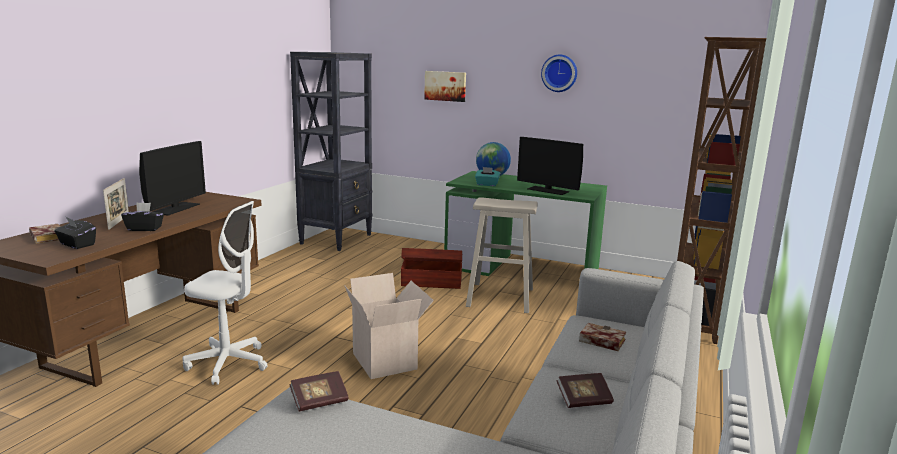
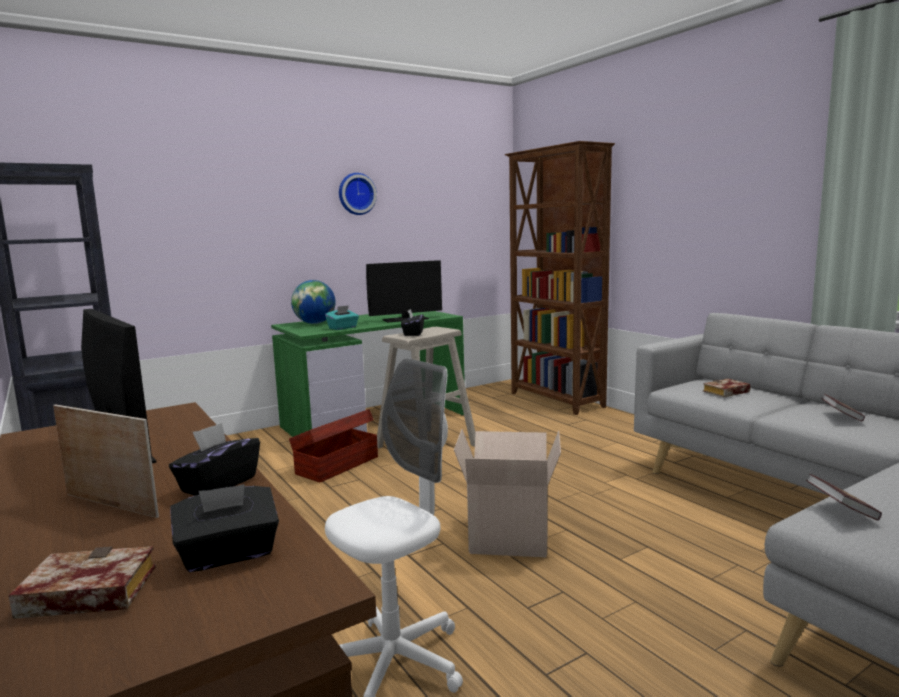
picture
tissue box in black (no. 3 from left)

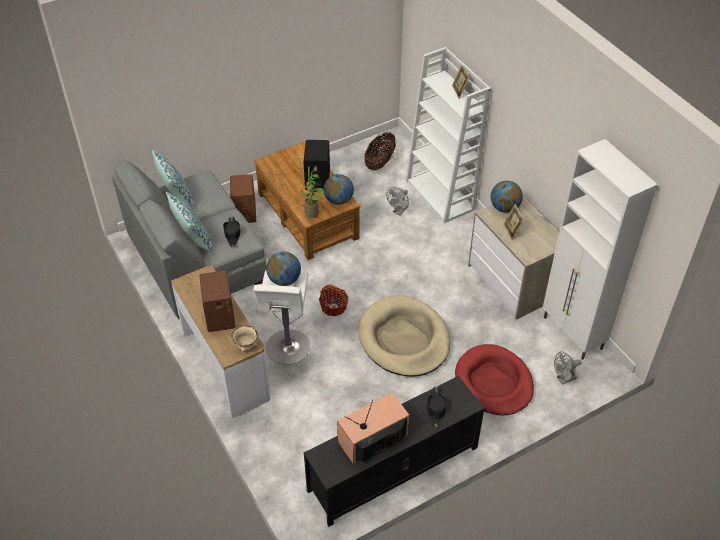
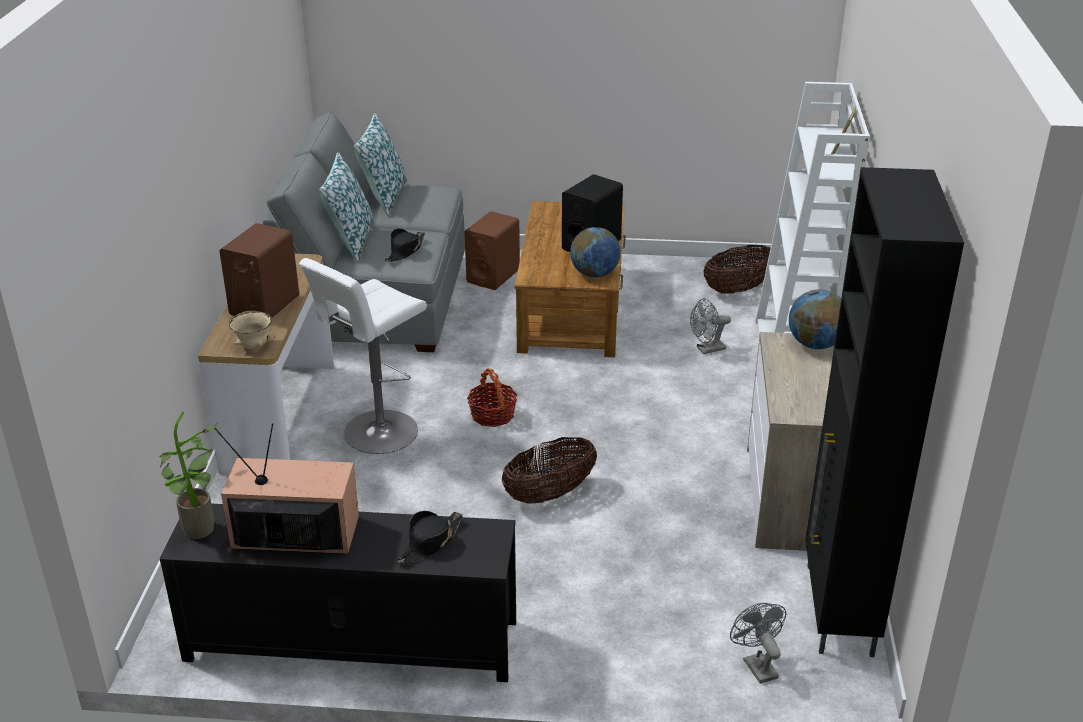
globe (no. 1 from left in the first image)
potted plant
basket (no. 2 from left)
dog bed in red
picture frame (no. 2 from left in the first image)
cabinet in black
fan in grey (no. 2 from left)

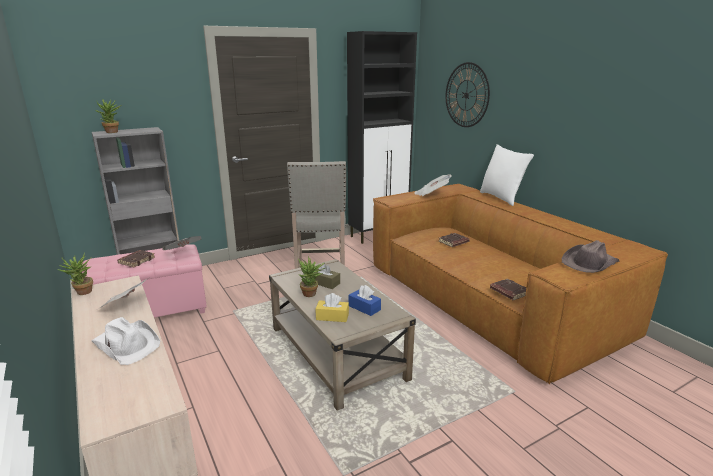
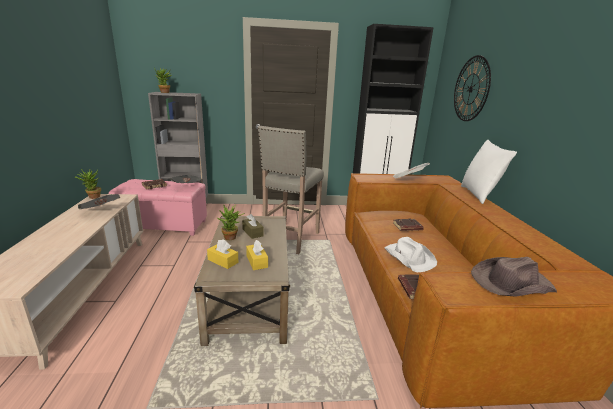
hat in white
tissue box in yellow (no. 2 from left)

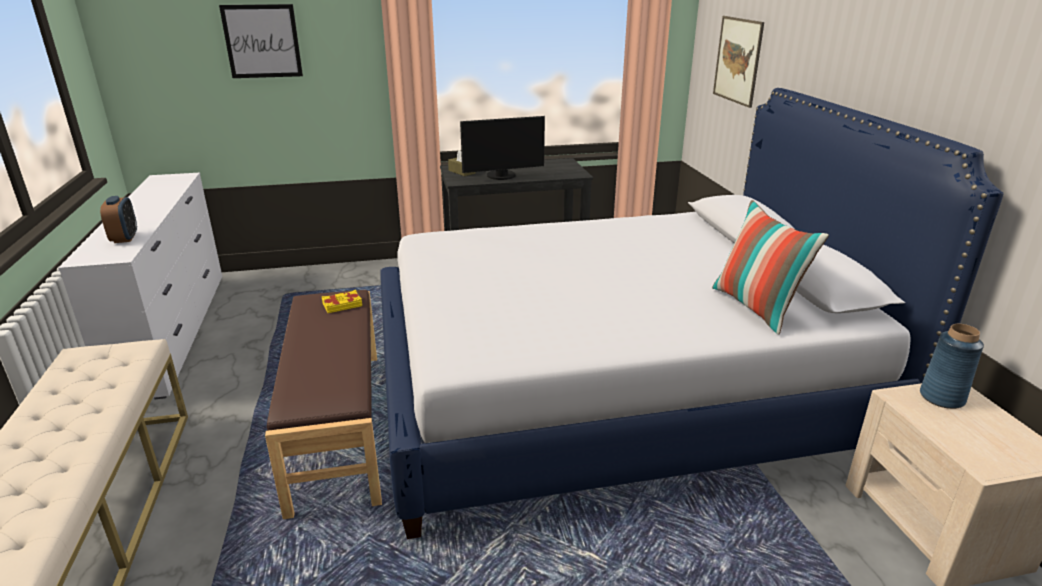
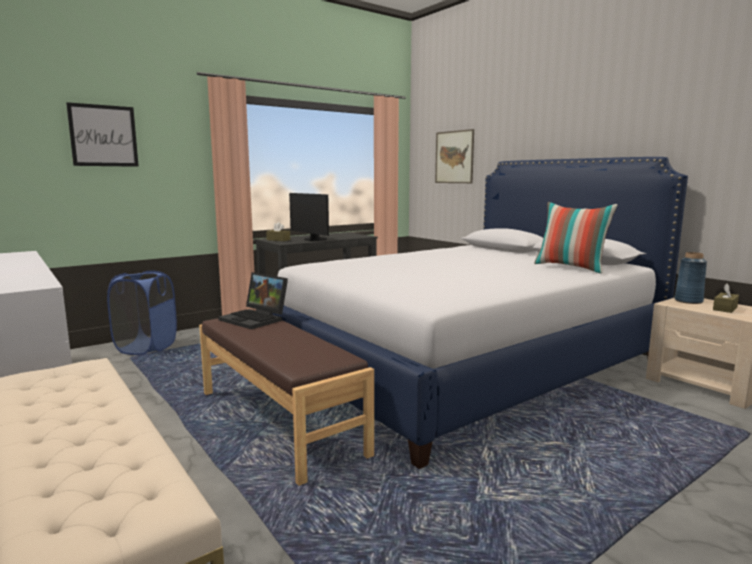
alarm clock
laptop
monitor
laundry basket in blue
tissue box in brown (no. 2 from left)

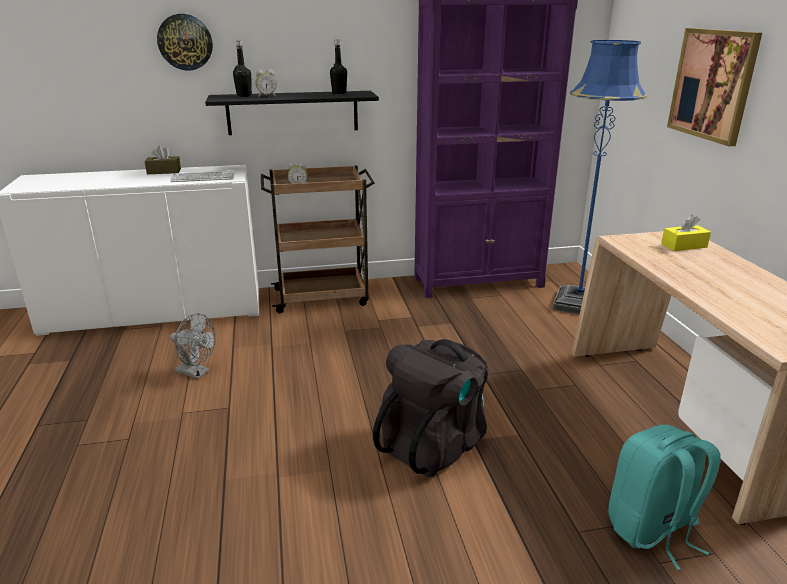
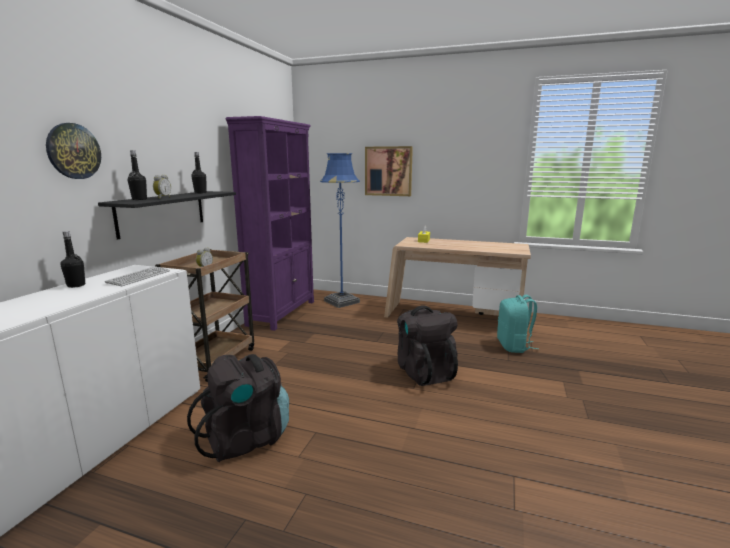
bottle in black (no. 1 from left)
backpack in black (no. 1 from left)

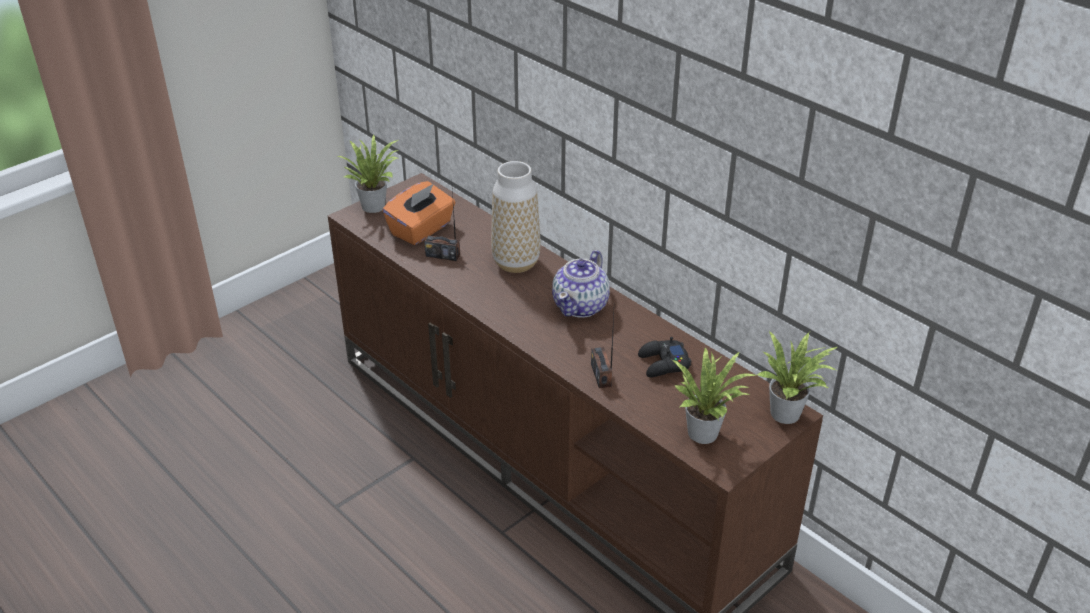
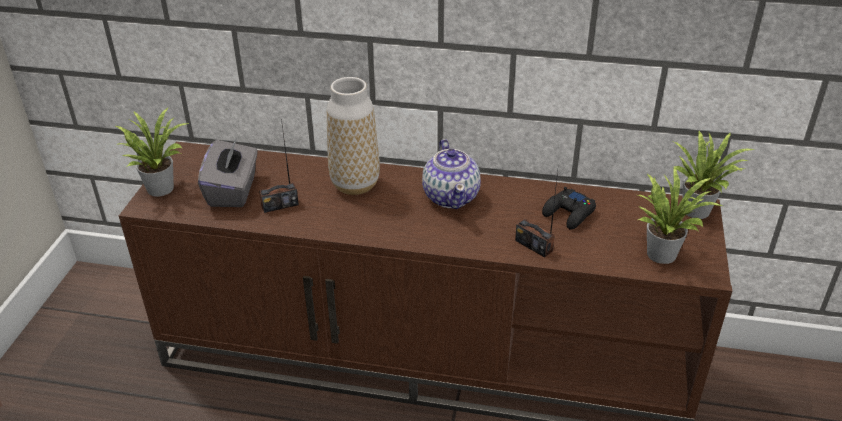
tissue box in grey

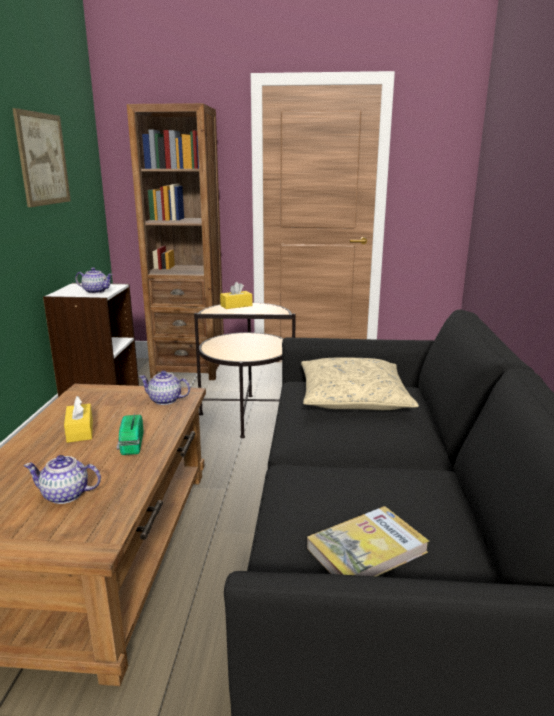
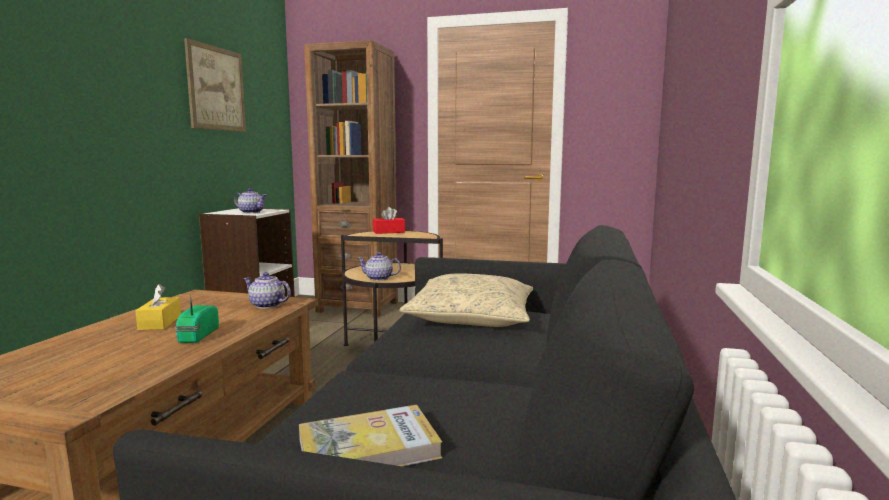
teapot (no. 3 from left)
tissue box in red

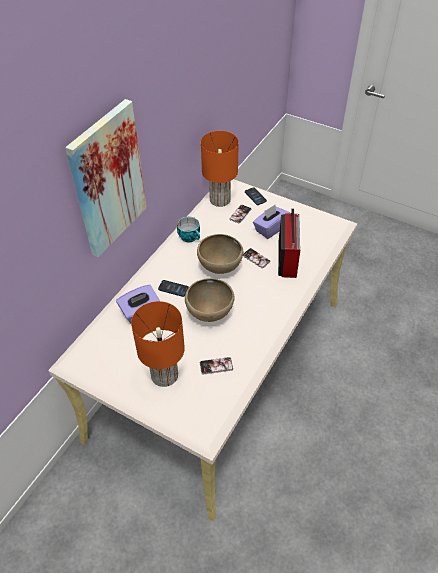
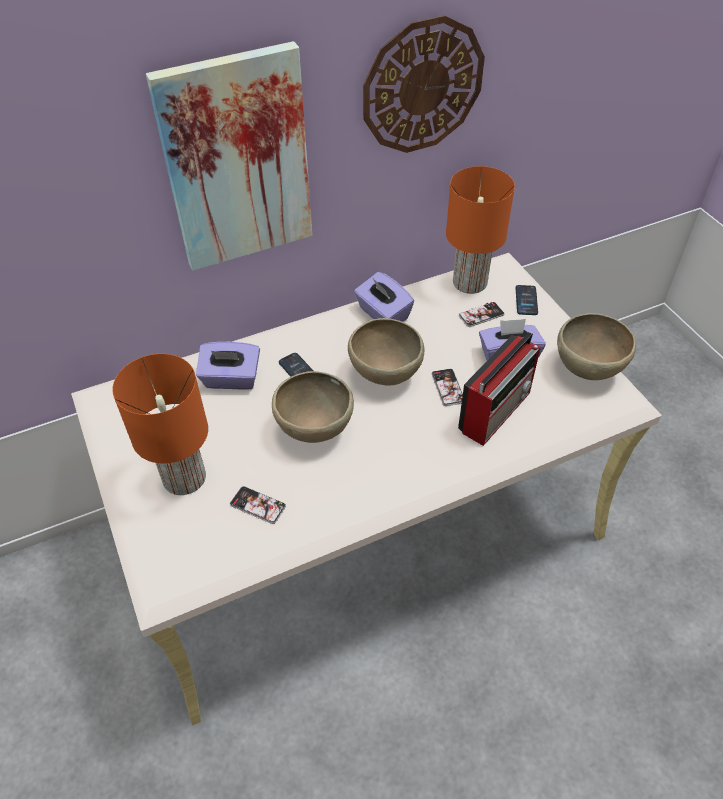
tissue box in purple (no. 2 from left)
wall clock
bowl in brown (no. 3 from left)

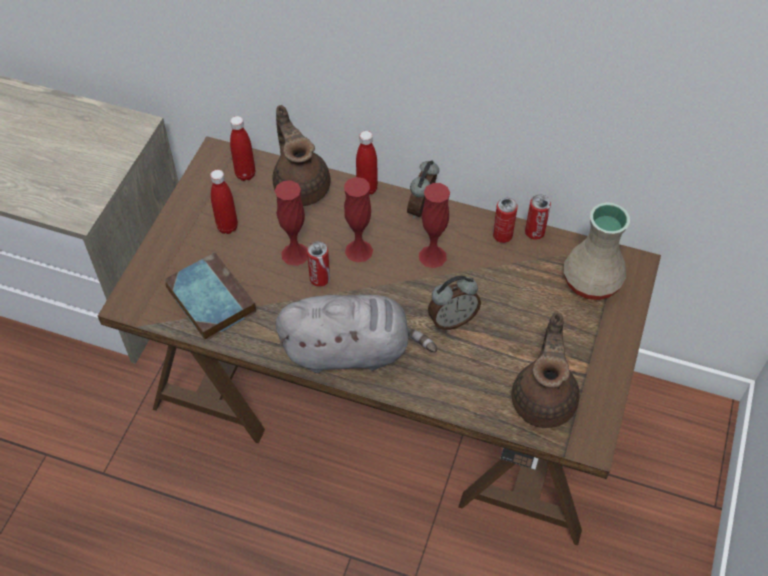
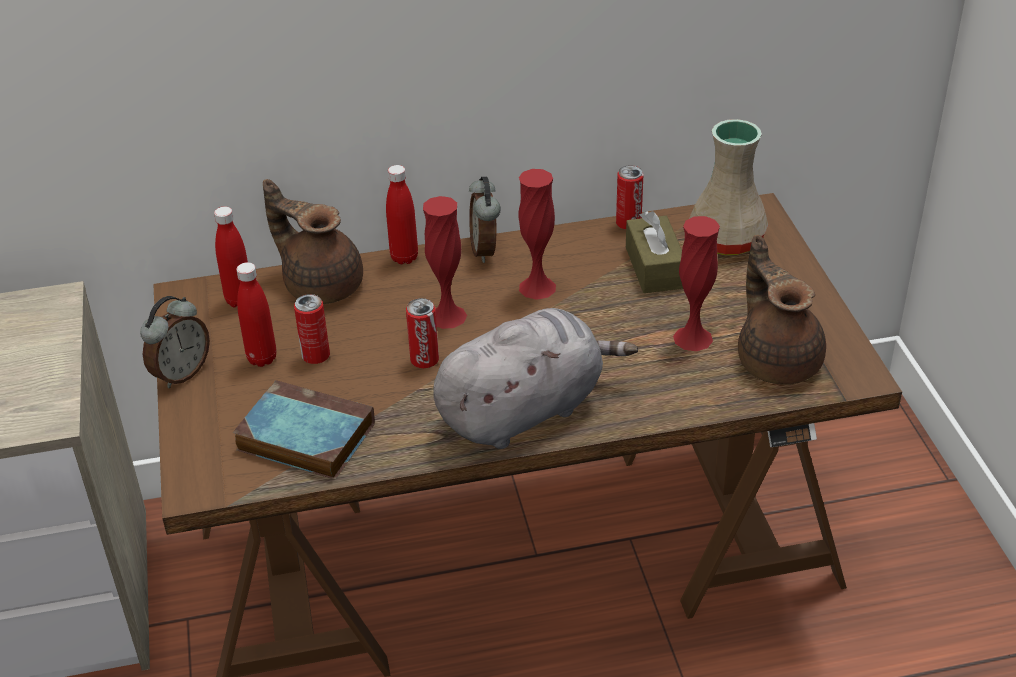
vase in red (no. 3 from left)
alarm clock (no. 1 from left)
can (no. 1 from left)
tissue box in brown

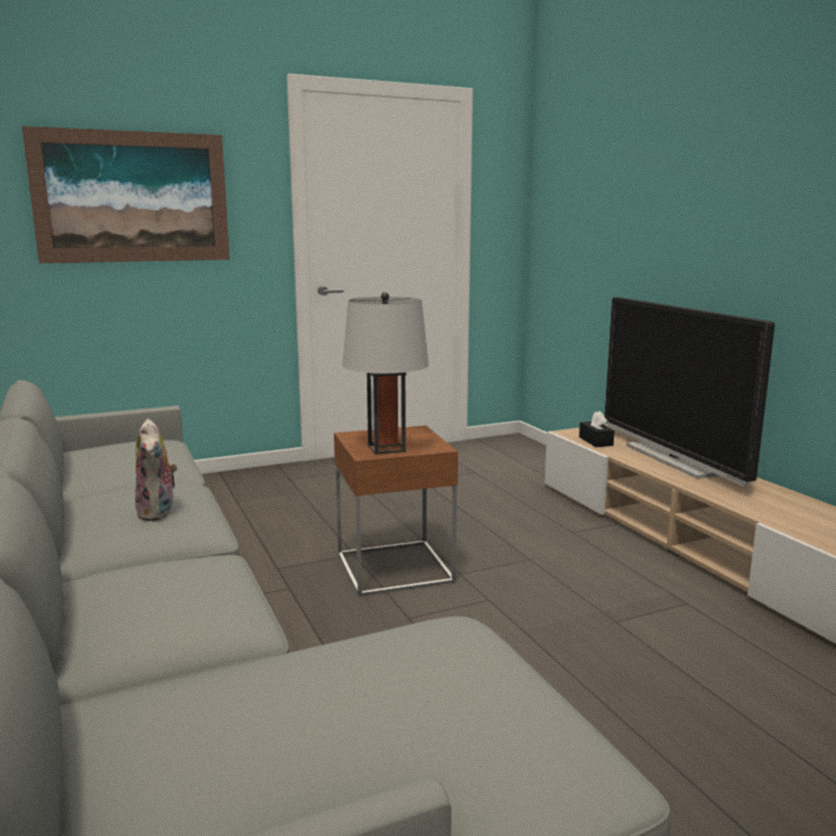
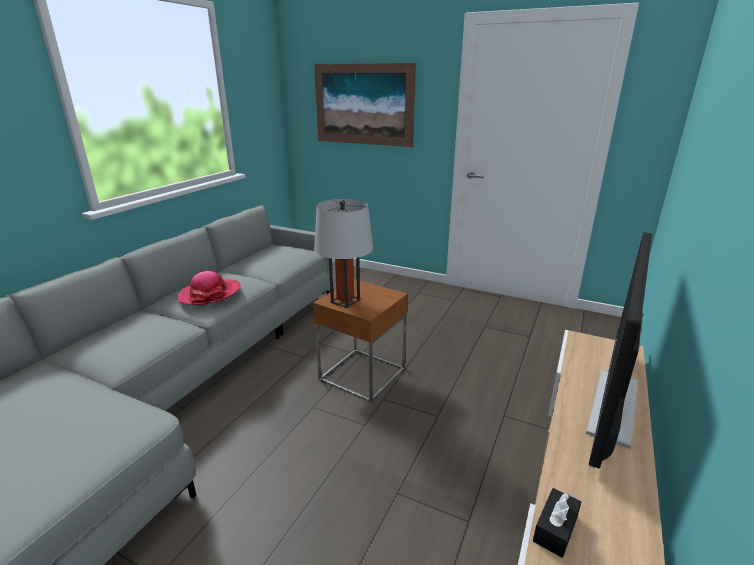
hat
tissue box in black

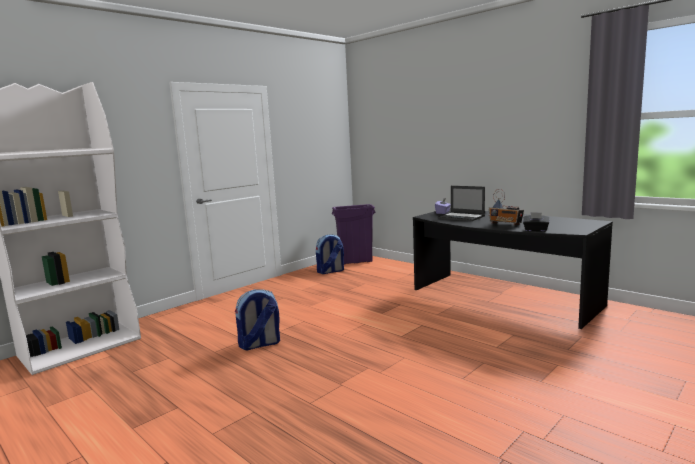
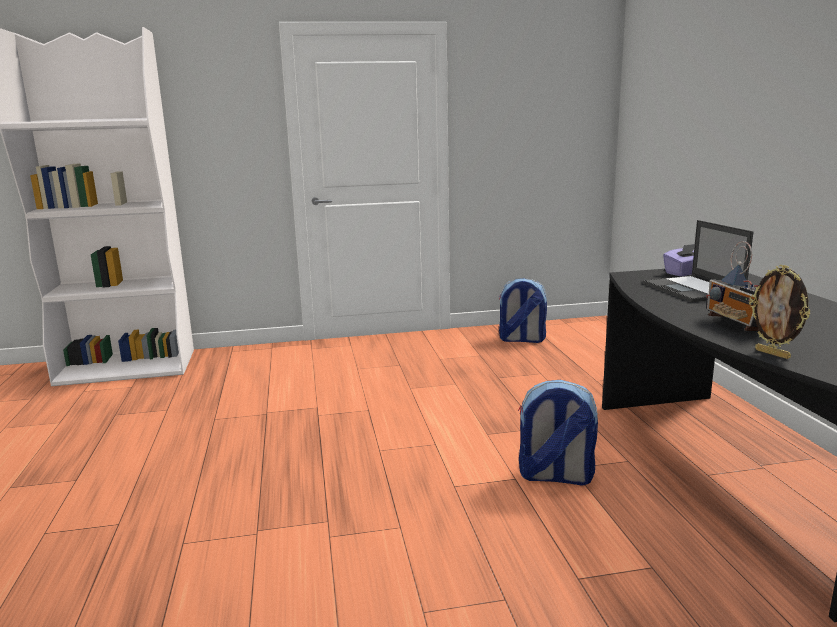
backpack (no. 2 from left)
trash can in purple
picture frame

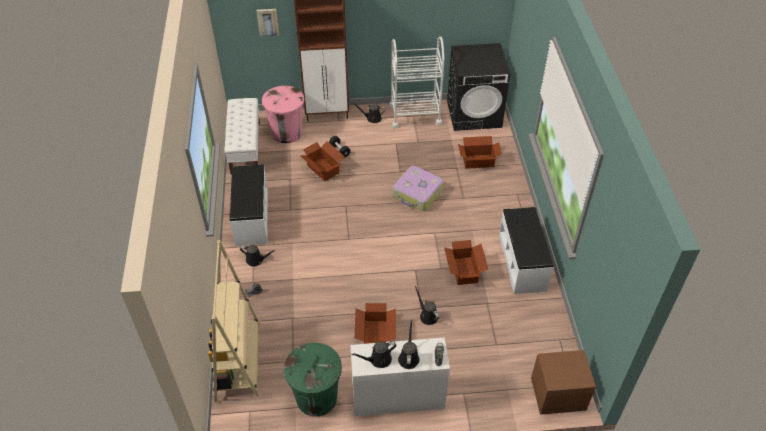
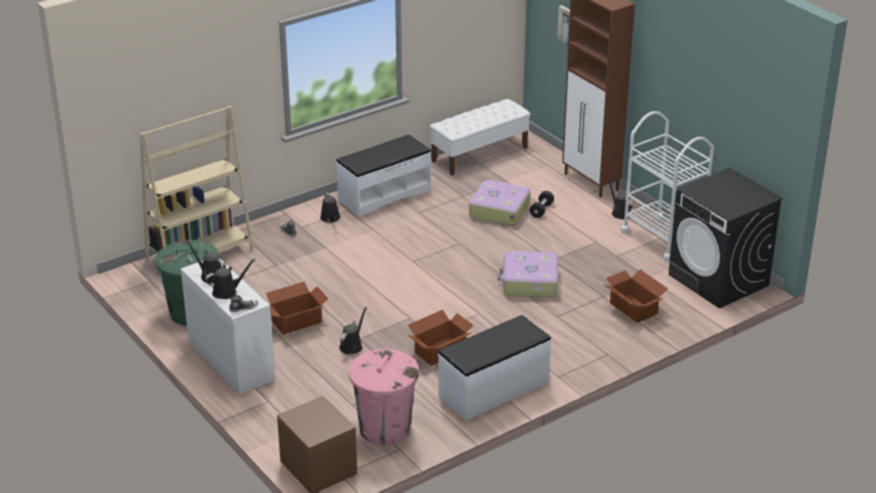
trash can in pink
suitcase (no. 1 from left)

